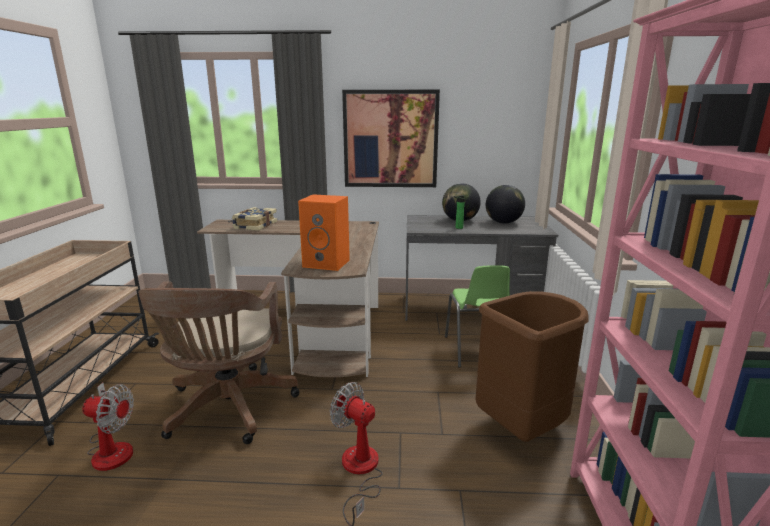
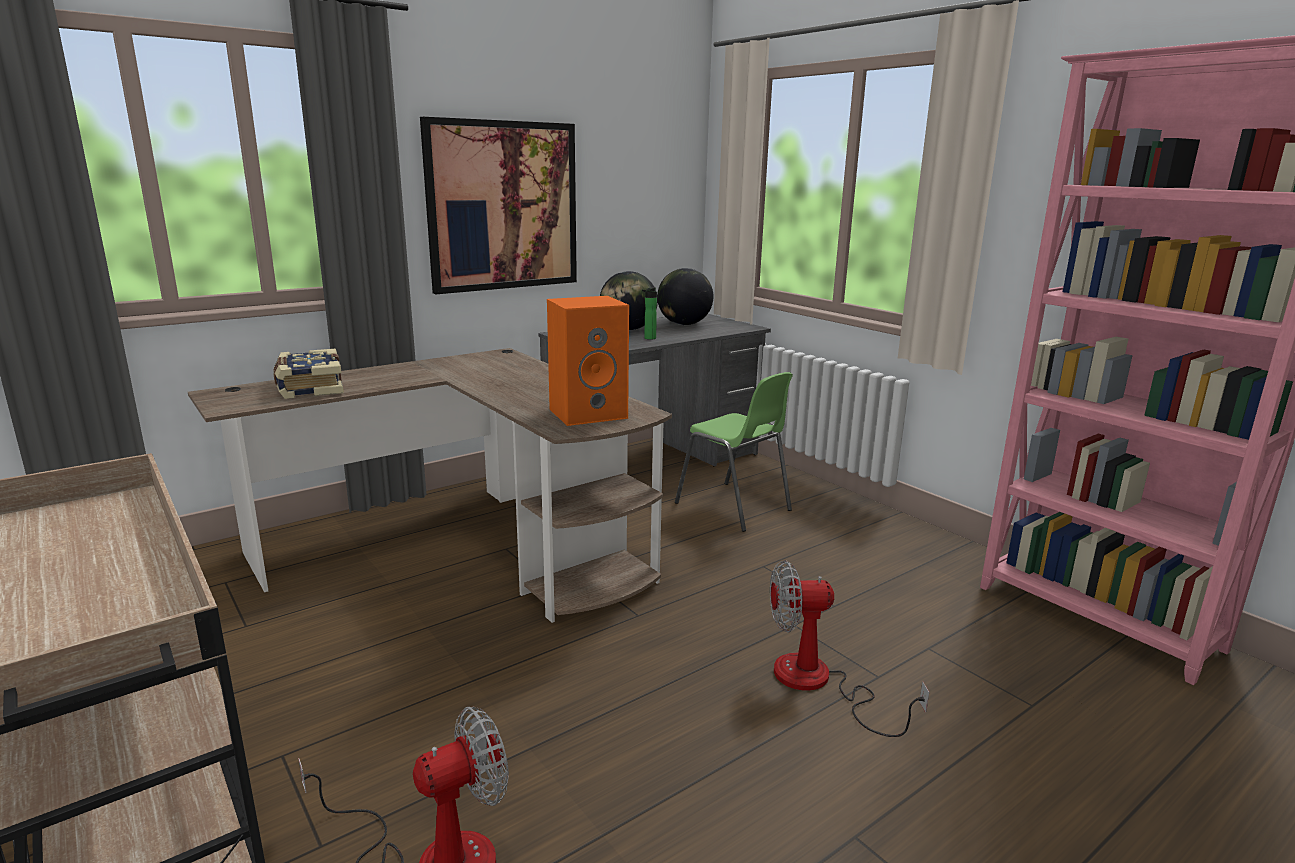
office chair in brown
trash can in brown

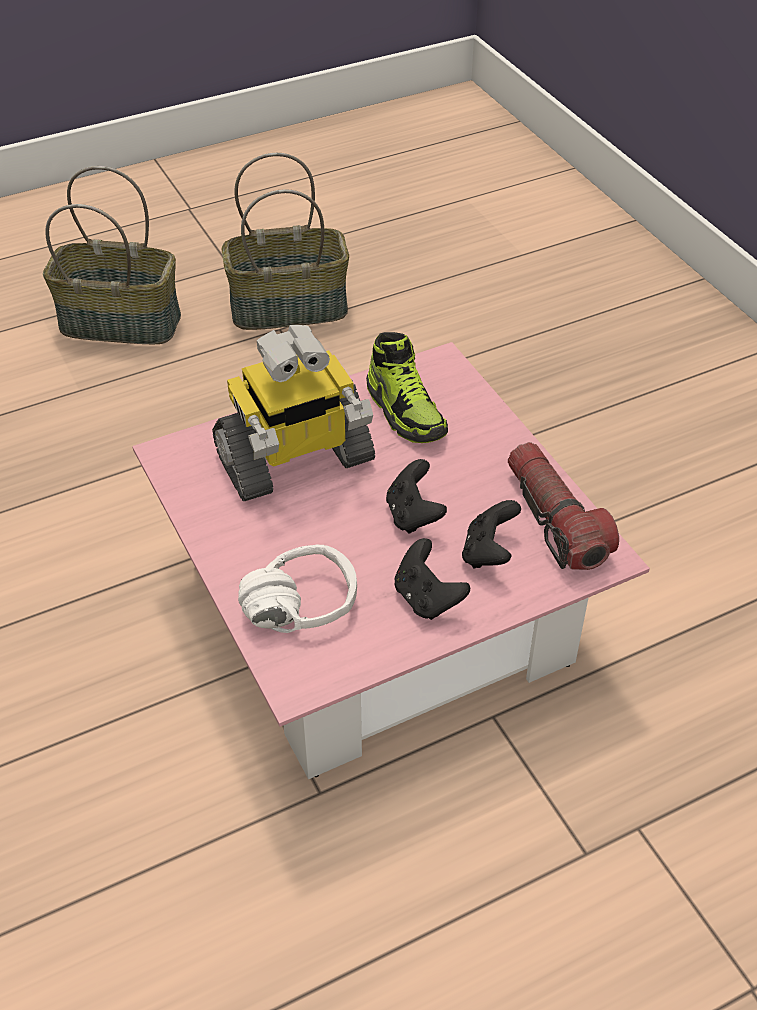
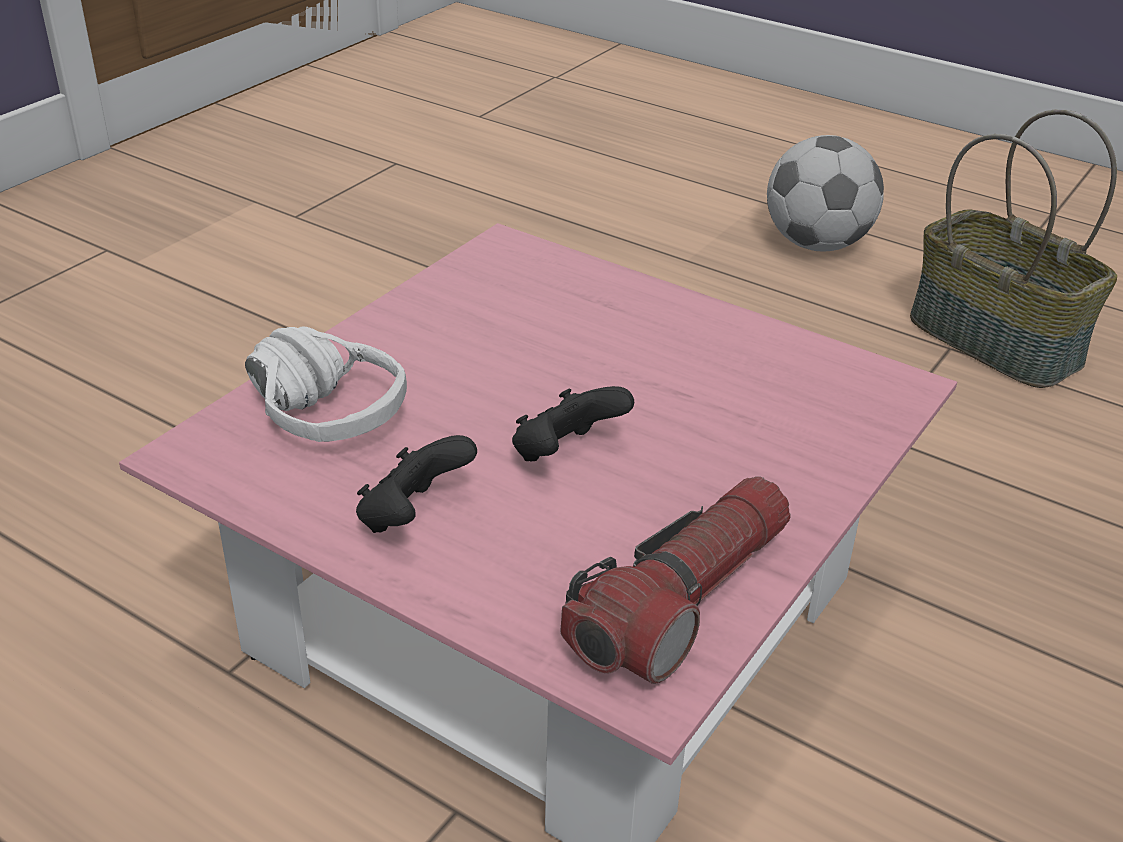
football
toy robot
shoe
game controller in black (no. 3 from left in the first image)

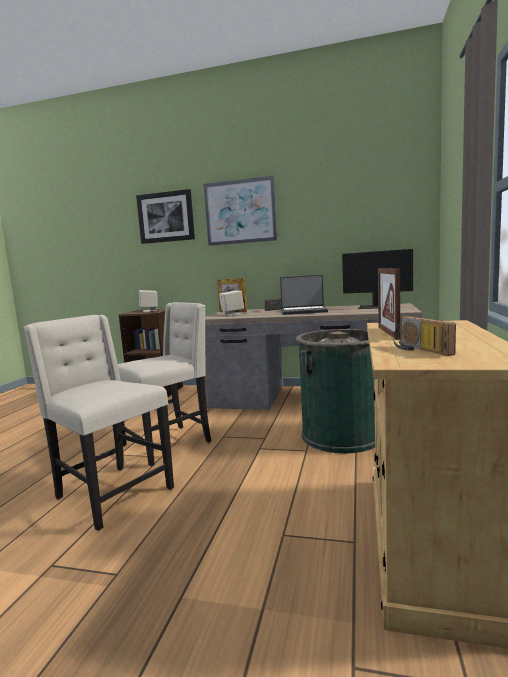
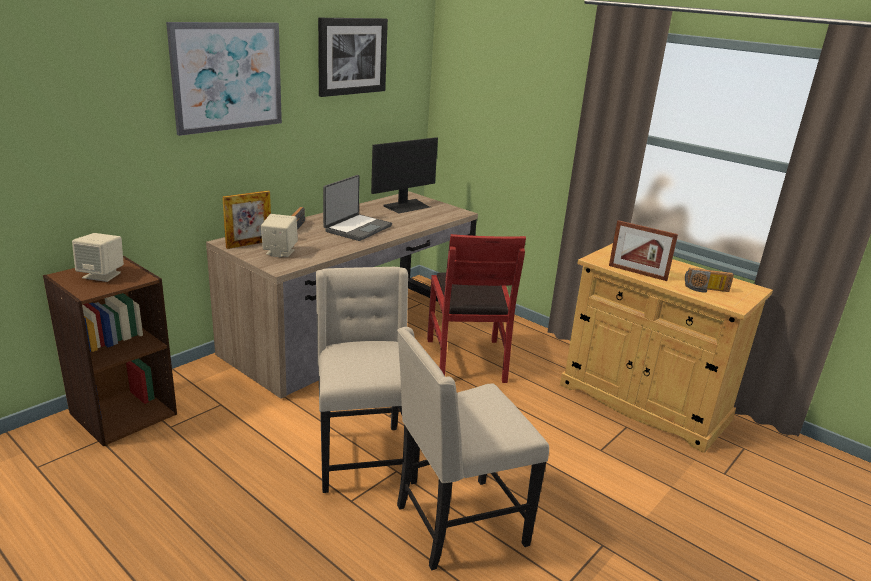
picture (no. 2 from left)
chair in red

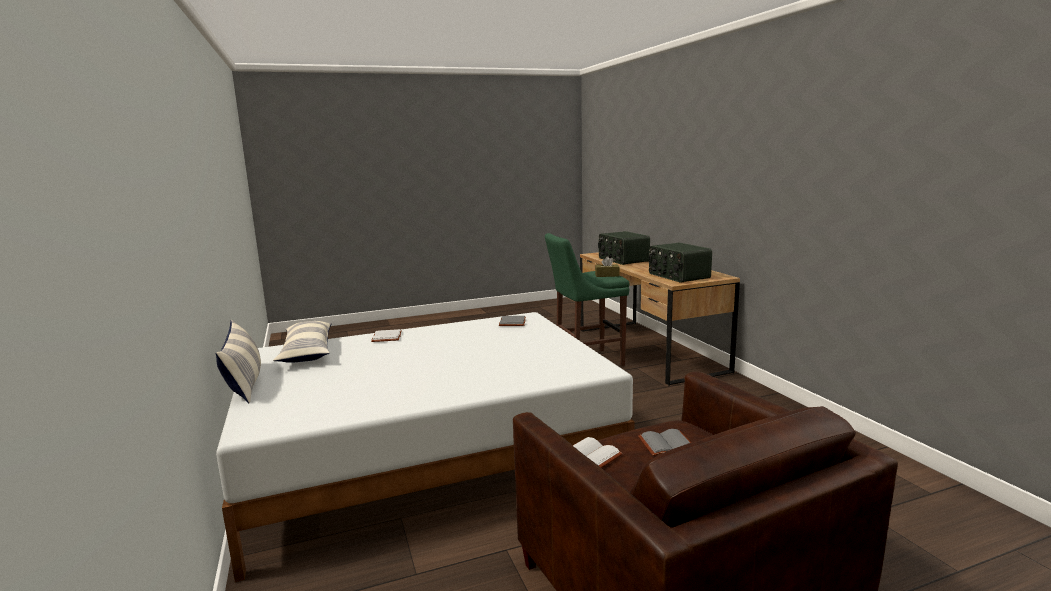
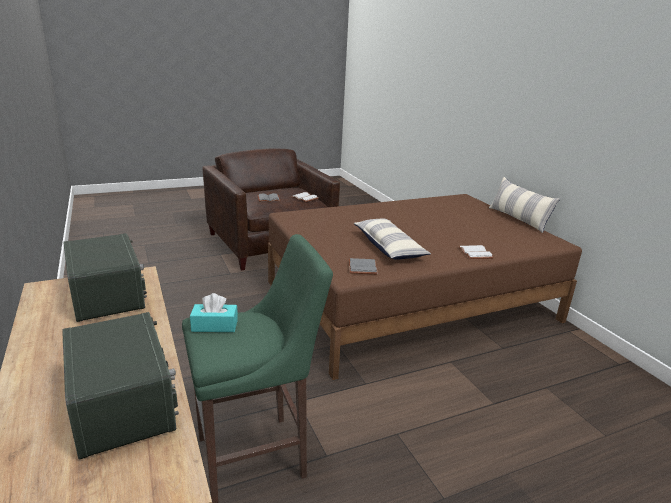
bed in brown
pillow (no. 1 from left)
tissue box in turquoise

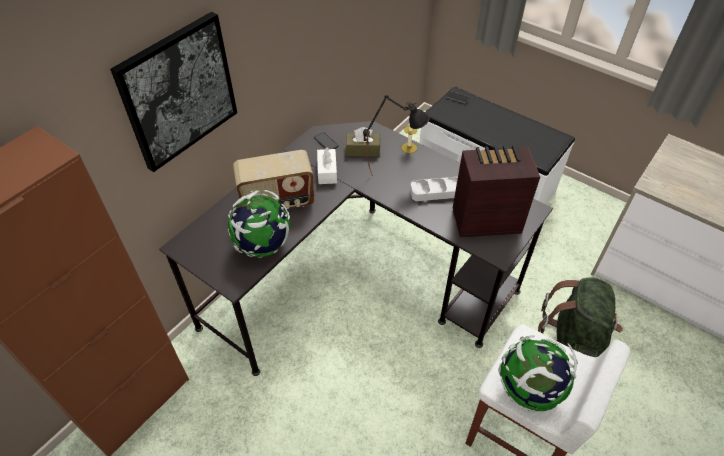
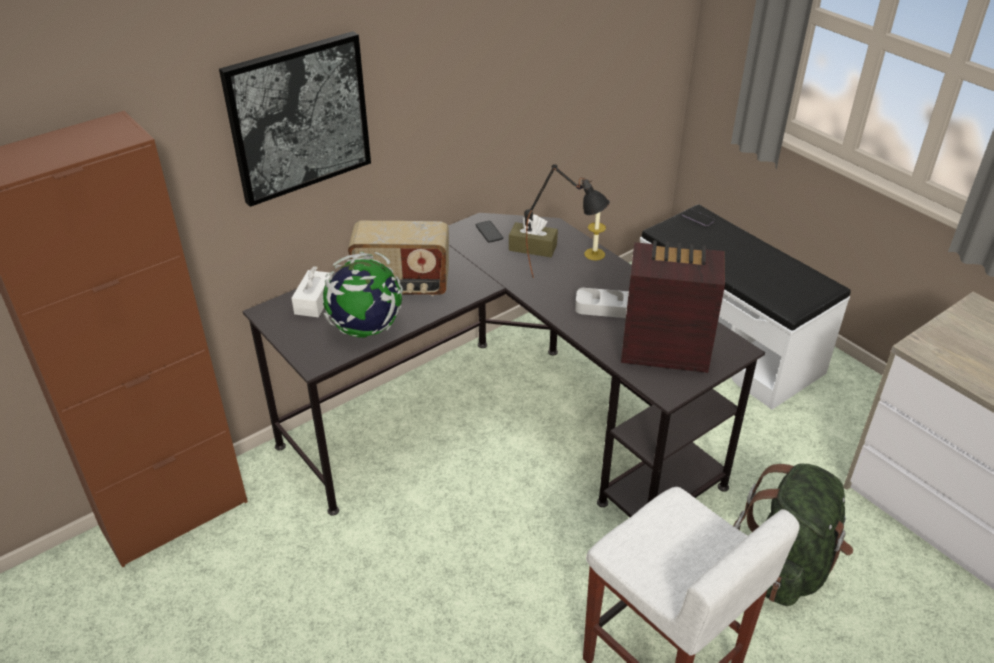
tissue box in white
globe (no. 2 from left in the first image)

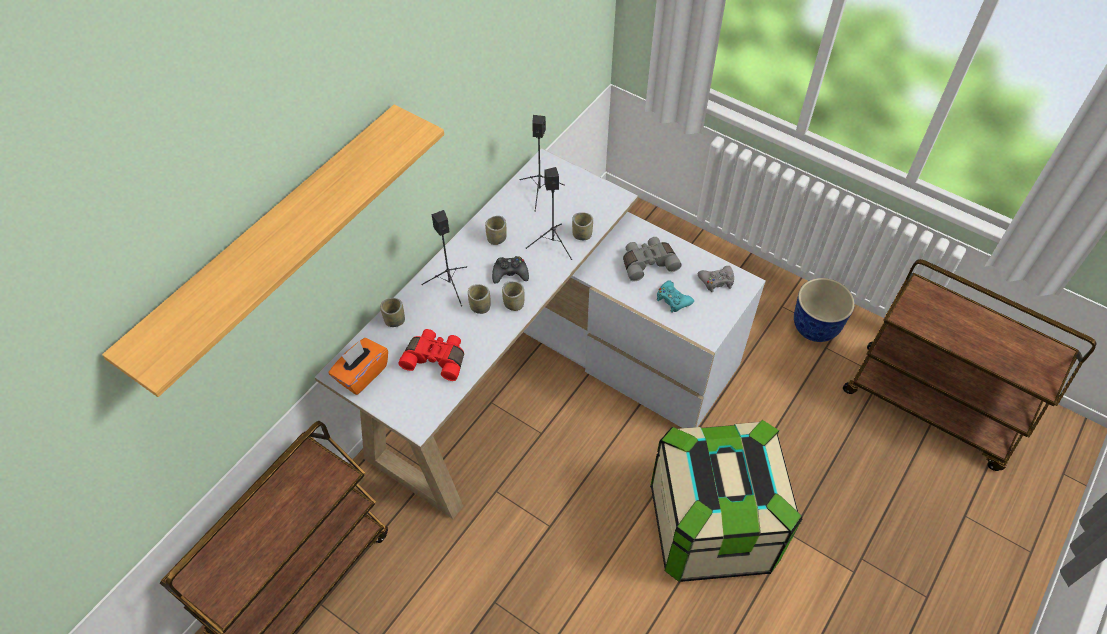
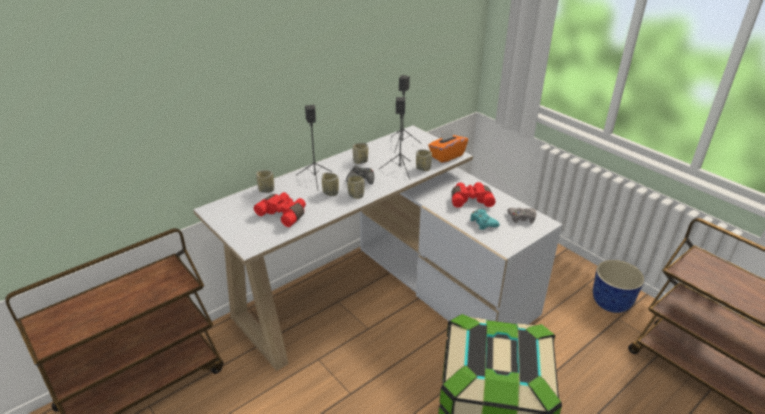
shelf
tissue box in orange
binoculars in red (no. 2 from left)

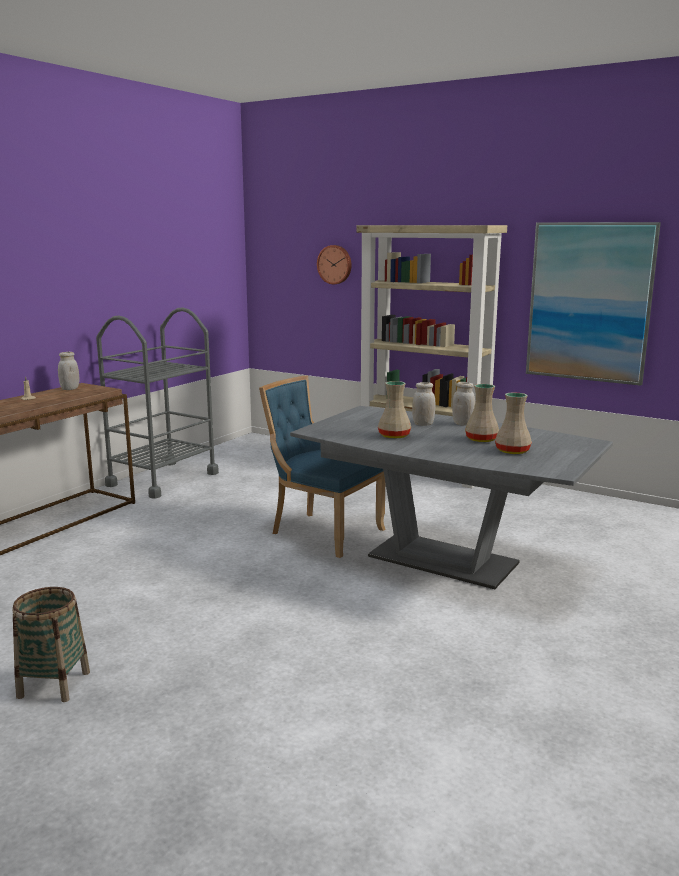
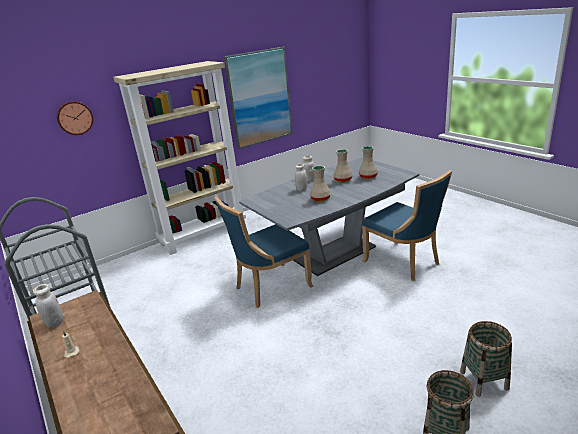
chair in blue (no. 2 from left)
basket (no. 2 from left)

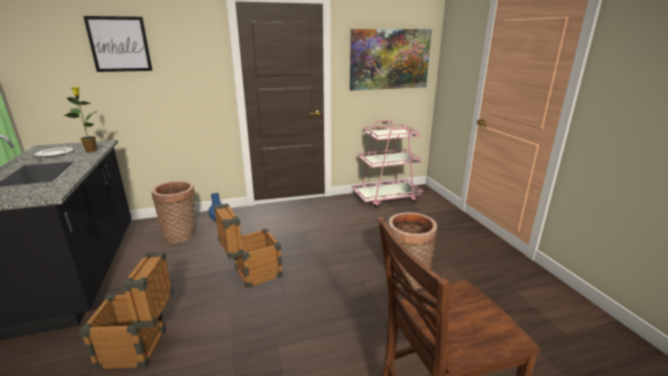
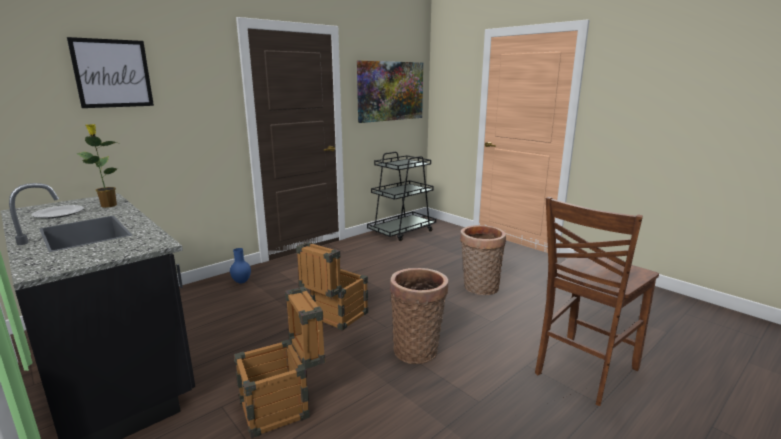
basket (no. 1 from left)
cart in black

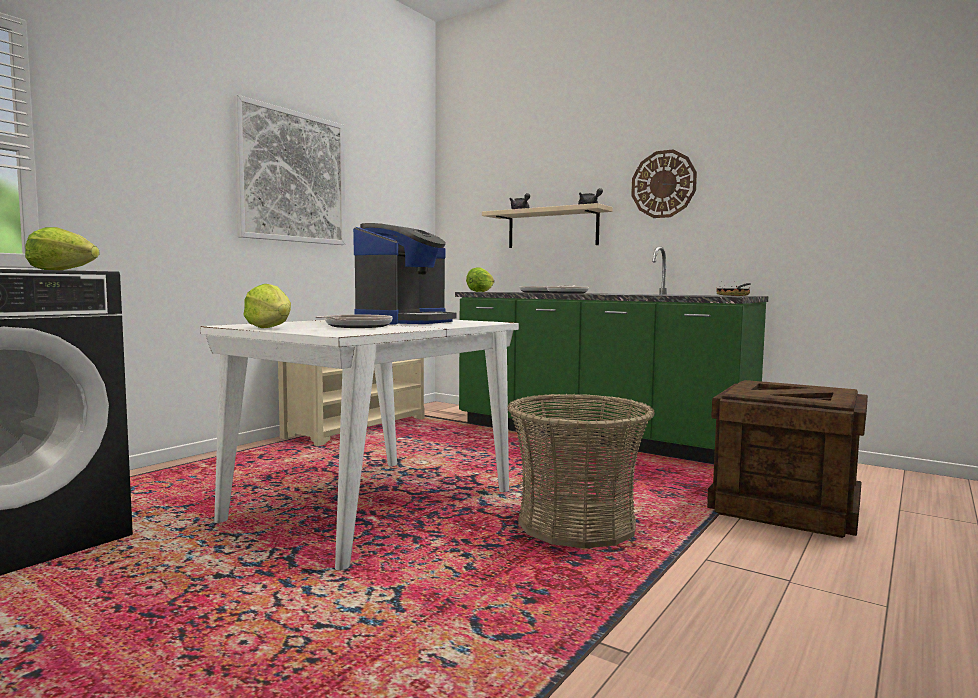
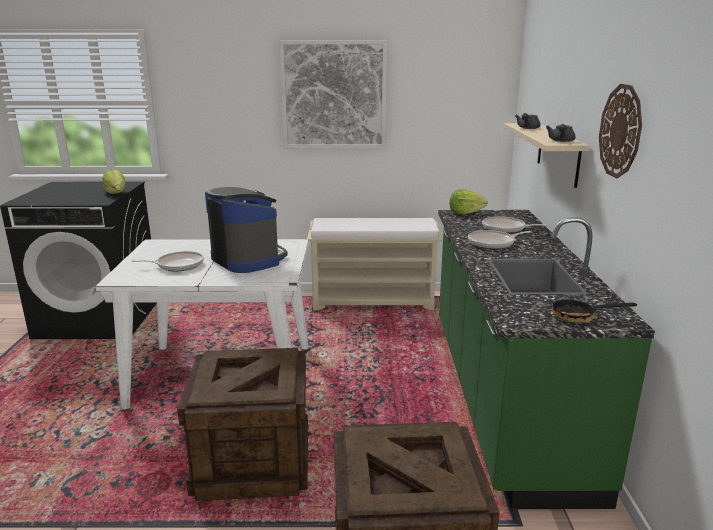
lettuce (no. 2 from left in the first image)
coffee machine
crate (no. 1 from left)

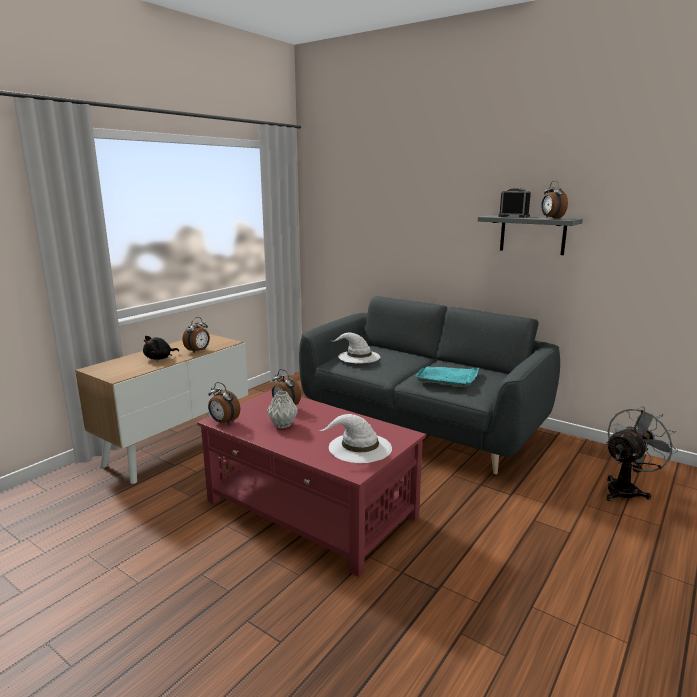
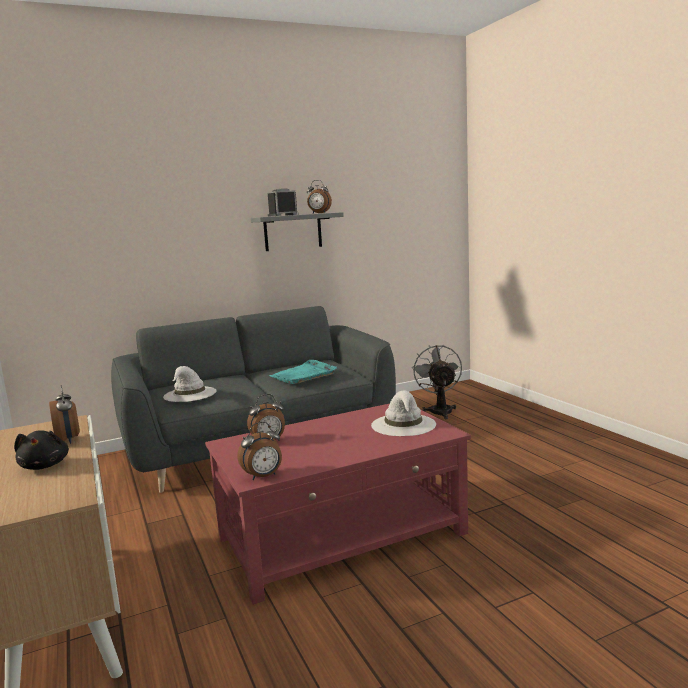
vase in grey

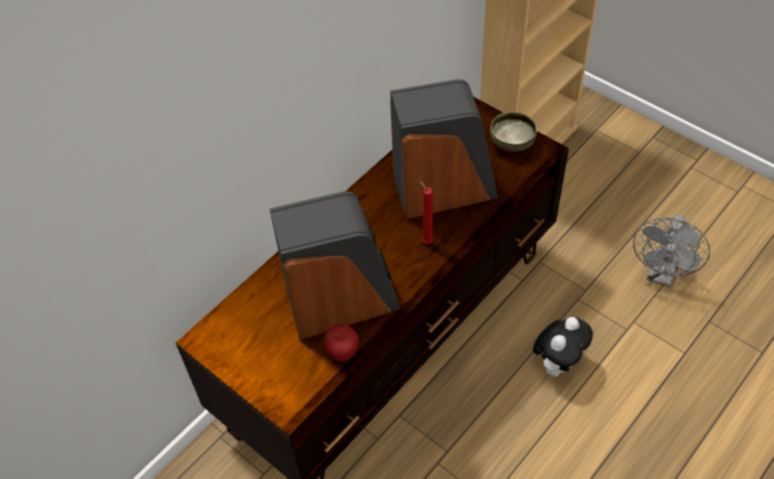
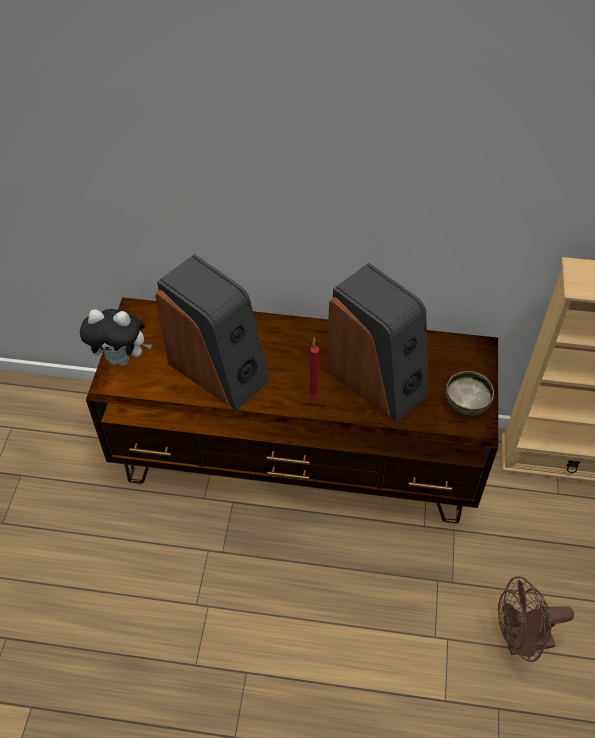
apple
plush toy
fan in brown

